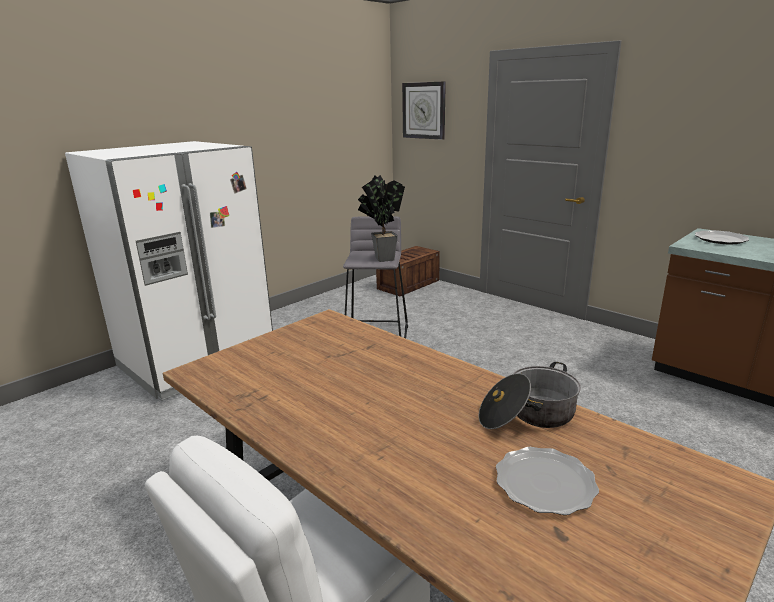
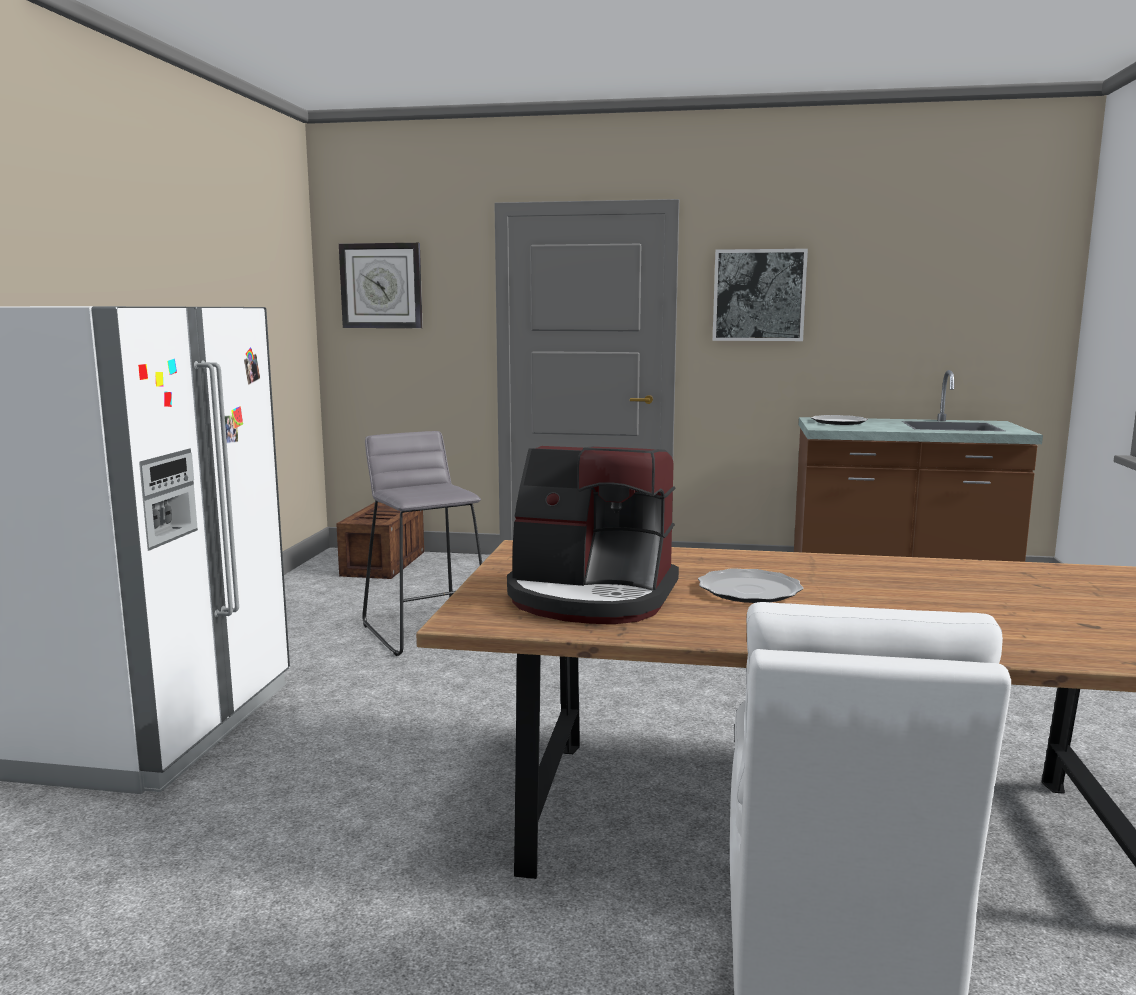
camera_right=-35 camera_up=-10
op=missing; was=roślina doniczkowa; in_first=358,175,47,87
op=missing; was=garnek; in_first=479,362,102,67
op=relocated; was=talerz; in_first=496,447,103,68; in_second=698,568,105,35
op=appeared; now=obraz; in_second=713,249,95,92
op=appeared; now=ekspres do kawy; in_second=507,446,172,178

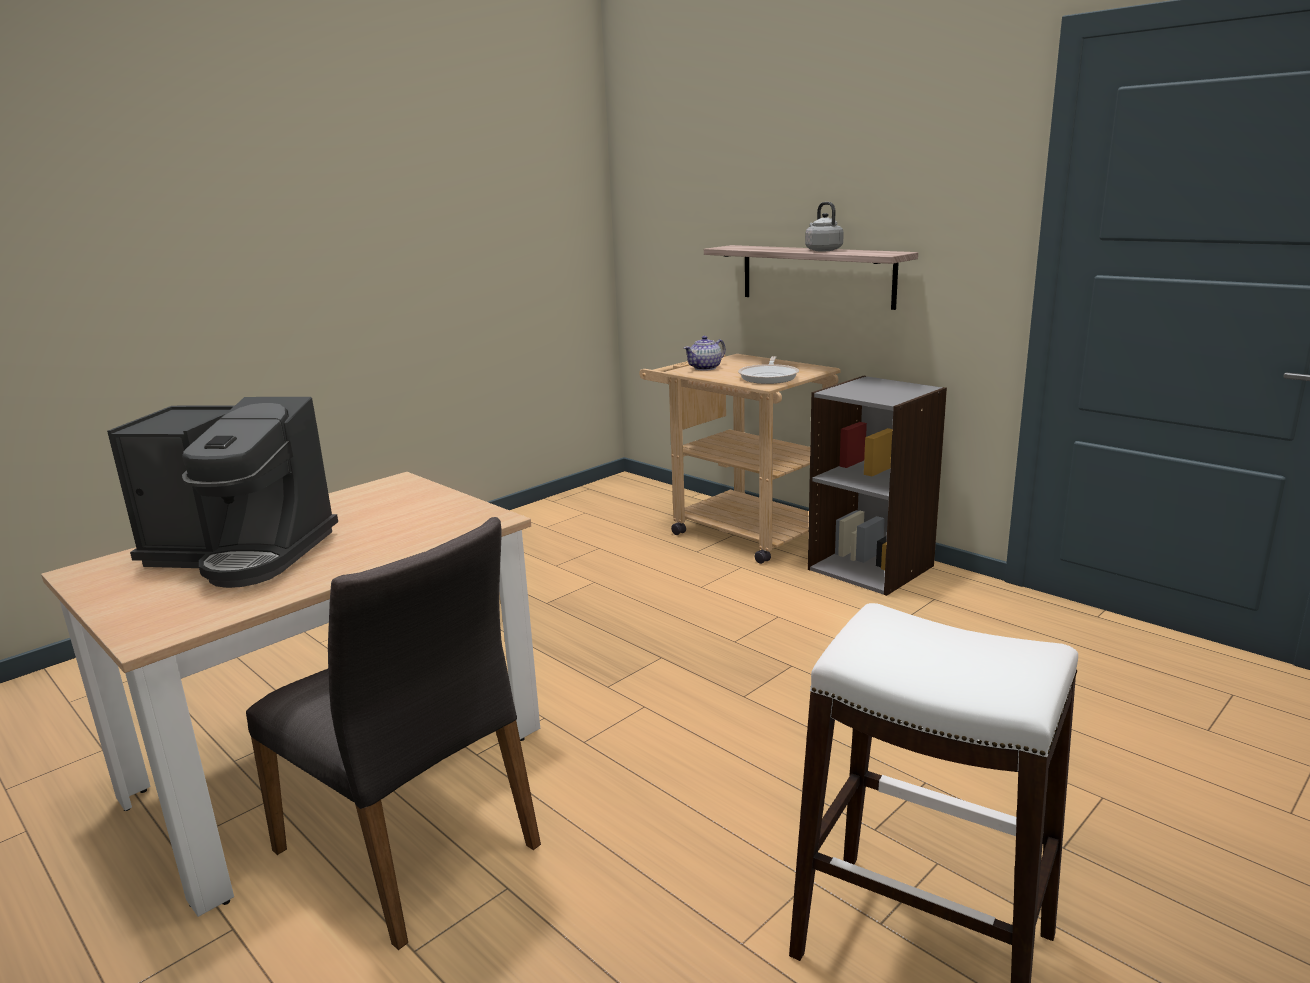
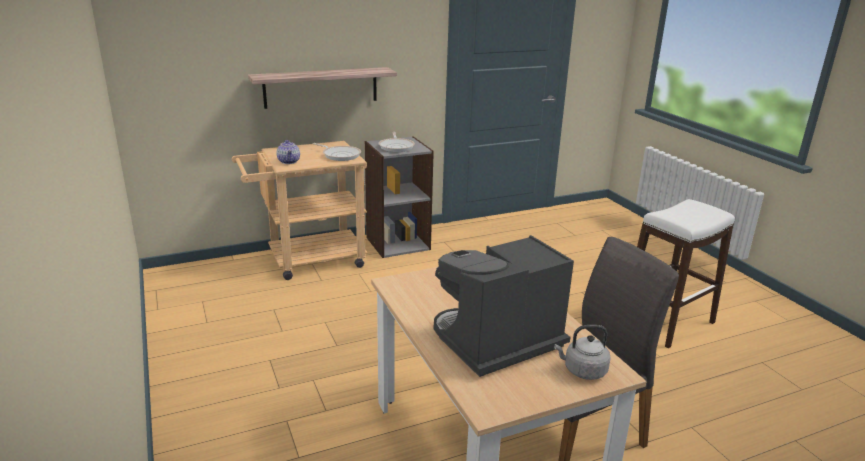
camera_right=-70 camera_up=5
op=relocated; was=czajnik (szary); in_first=805,202,39,49; in_second=554,325,57,55
op=spun; was=ekspres do kawy; in_first=107,397,231,191; in_second=434,235,140,142; clockwise=-150
op=appeared; now=patelnia; in_second=379,132,36,20

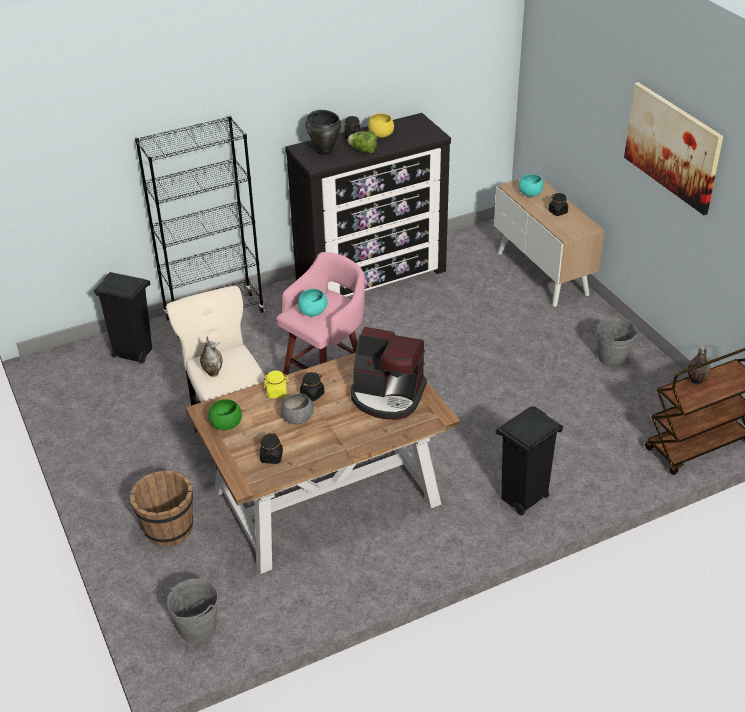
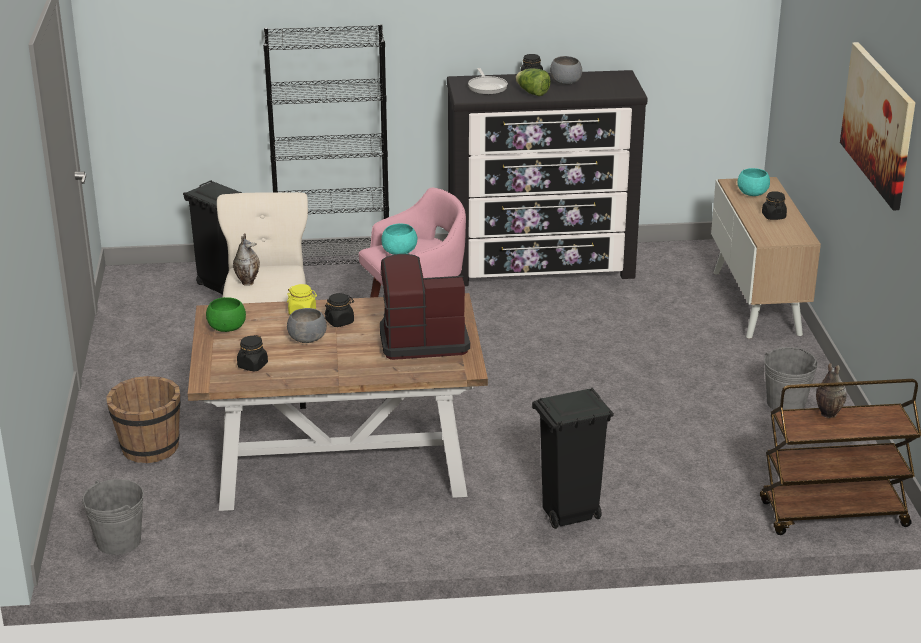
camera_right=20 camera_up=-10
op=exchanged; was=garnek (czarny); now=patelnia; in_first=306,110,35,45; in_second=468,68,40,27
op=colour; was=miska (żółty); now=miska (szary); in_first=368,113,26,25; in_second=550,56,32,29
op=spun; was=ekspres do kawy; in_first=351,327,76,93; in_second=380,254,90,106; clockwise=135

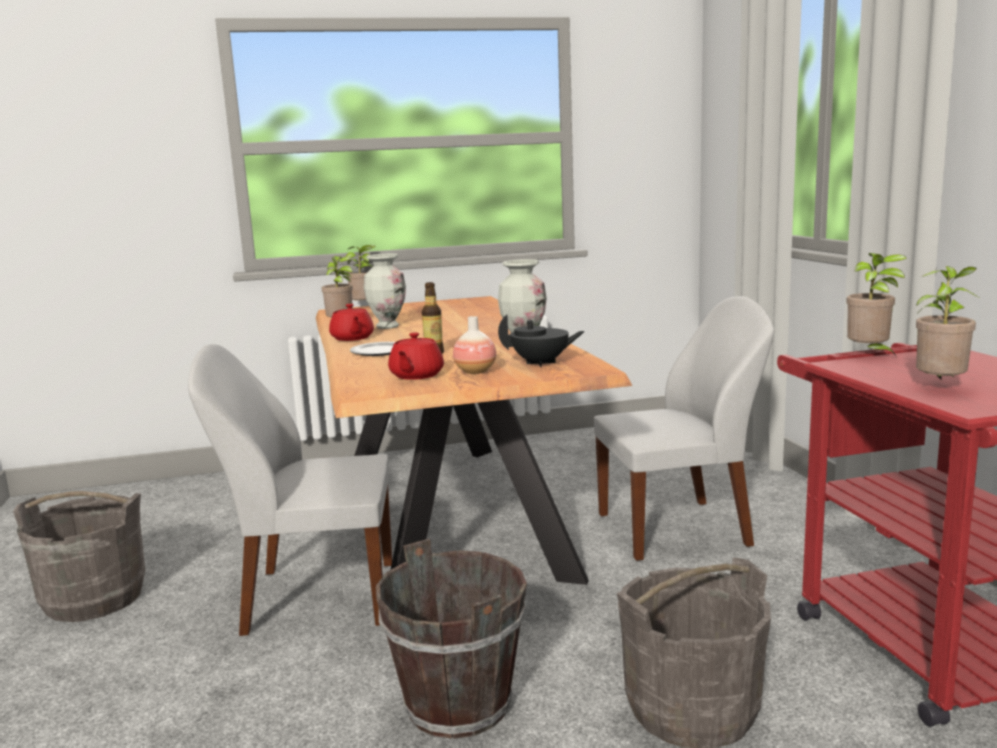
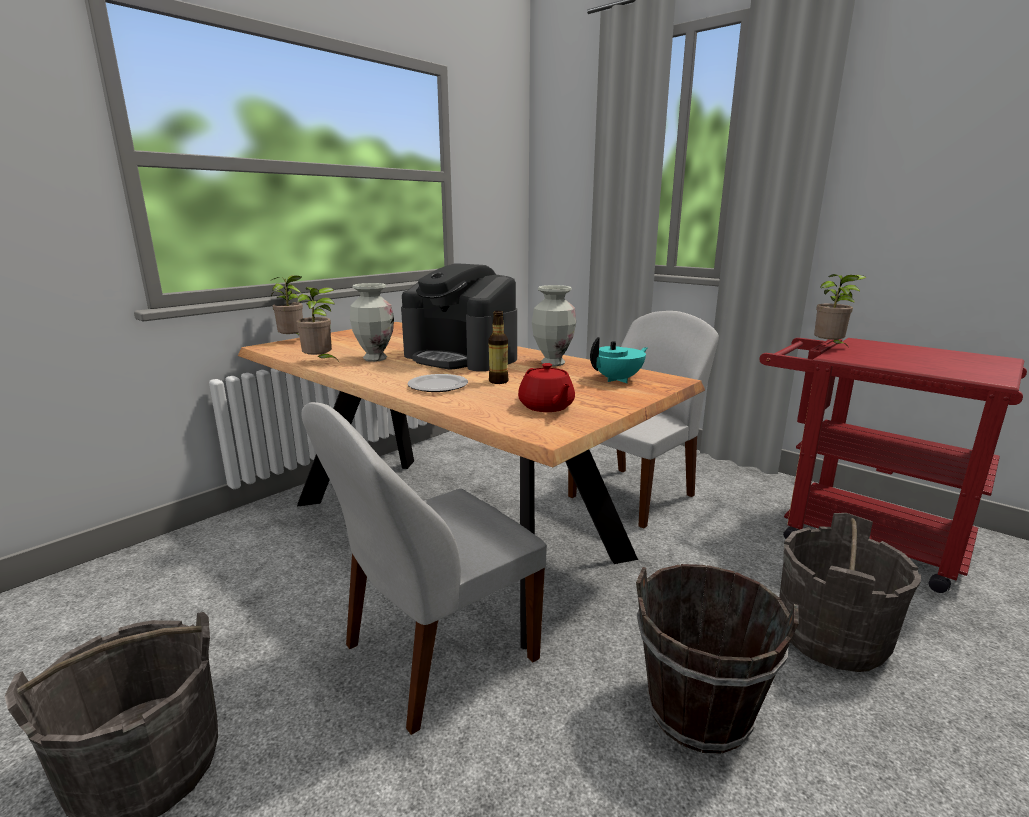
camera_right=-35 camera_up=5
op=missing; was=roślina doniczkowa; in_first=916,266,65,114
op=missing; was=imbryk (czerwony); in_first=329,304,45,37
op=colour; was=imbryk (czarny); now=imbryk (turkusowy); in_first=498,315,87,52; in_second=590,337,57,46
op=missing; was=wazon; in_first=453,316,43,58
op=appeared; now=ekspres do kawy; in_second=401,263,116,108

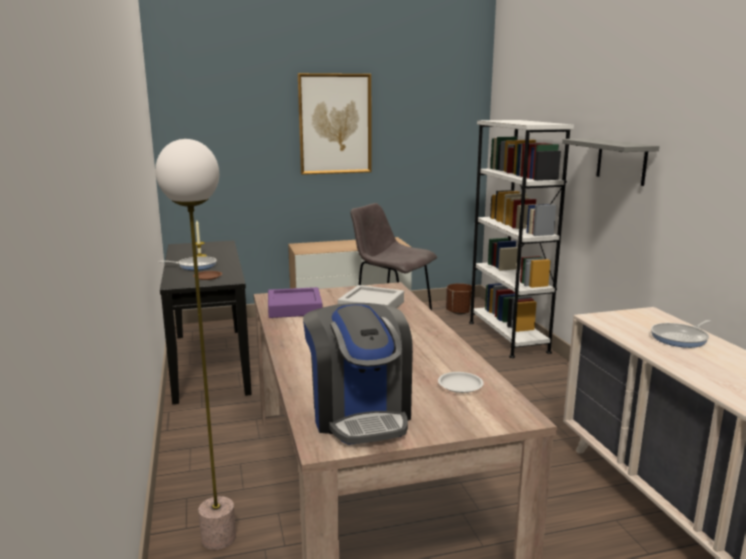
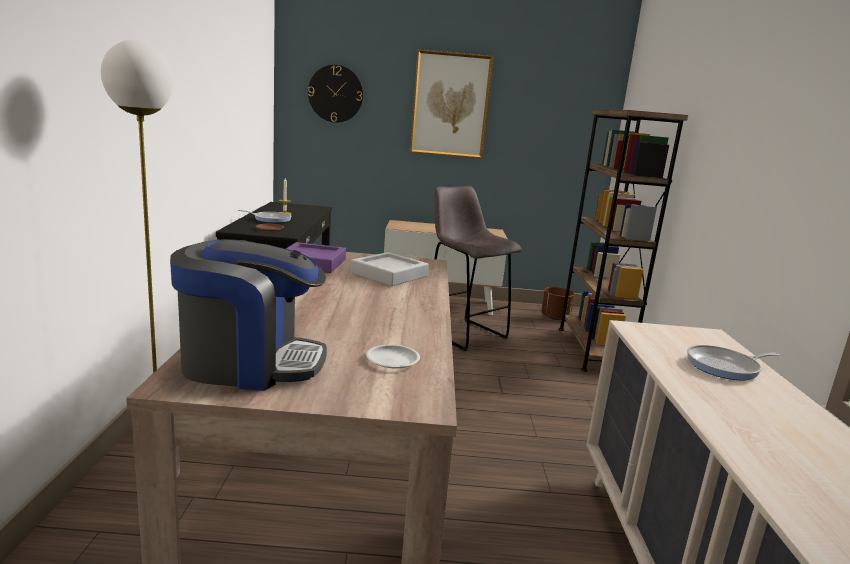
camera_right=15 camera_up=0
op=colour; was=regał (biały); now=regał (brązowy); in_first=469,120,105,238; in_second=559,110,129,262
op=missing; was=półka (szary); in_first=562,138,98,48
op=spun; was=ekspres do kawy; in_first=303,303,110,142; in_second=170,239,157,152; clockwise=-90
op=appeared; now=zegar ścienny; in_second=308,65,55,58

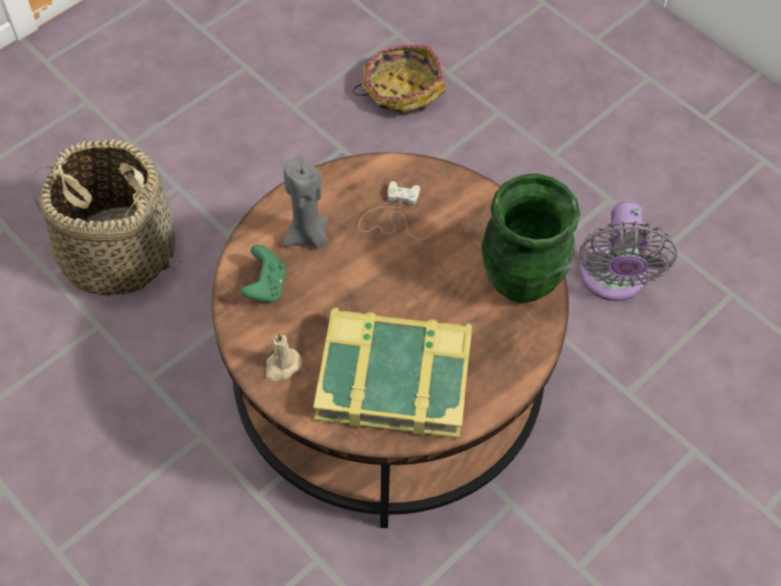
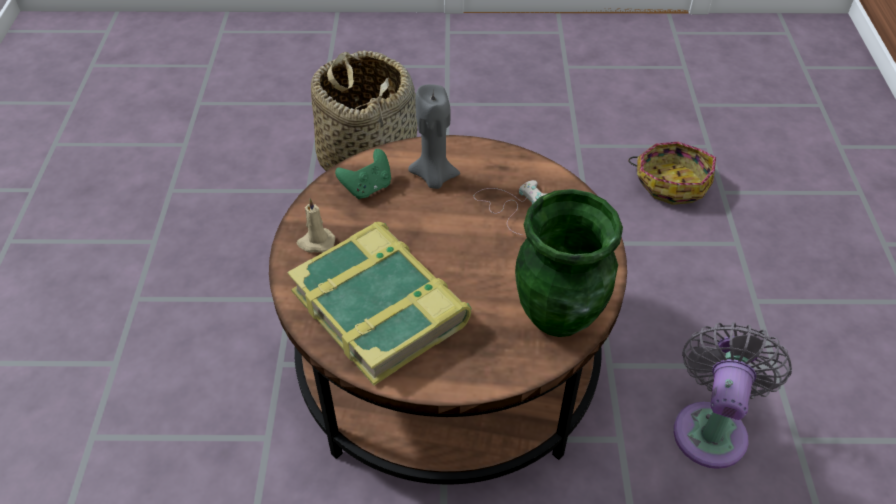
camera_right=45 camera_up=-10
op=spun; was=wentylator (szary); in_first=579,201,98,100; in_second=673,322,119,147; clockwise=150

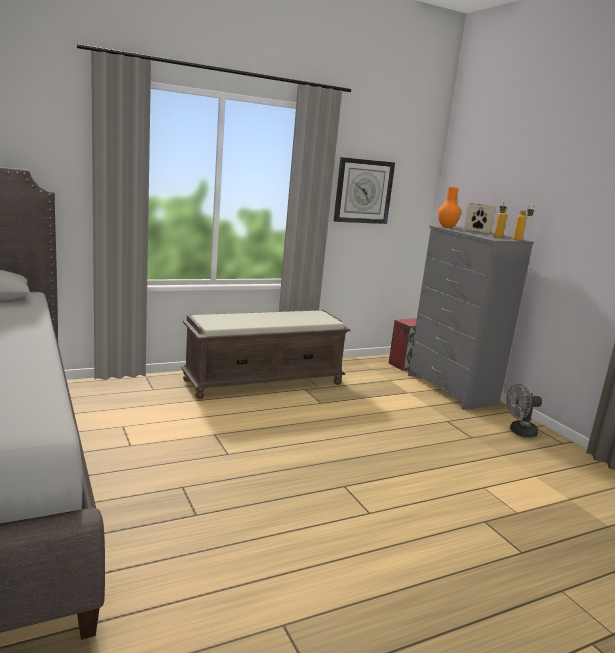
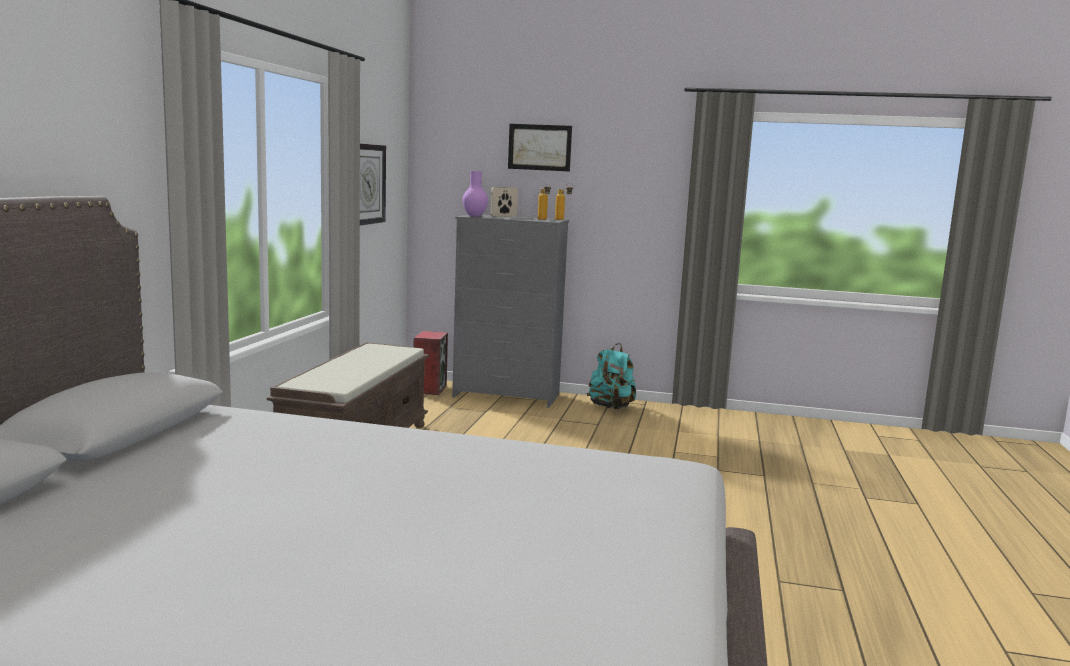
camera_right=-50 camera_up=-5
op=colour; was=wazon (pomarańczowy); now=wazon (fioletowy); in_first=438,187,23,41; in_second=463,171,25,46
op=exchanged; was=wentylator (szary); now=plecak (turkusowy); in_first=507,384,35,53; in_second=587,343,49,66
op=appeared; now=obraz; in_second=508,124,64,48

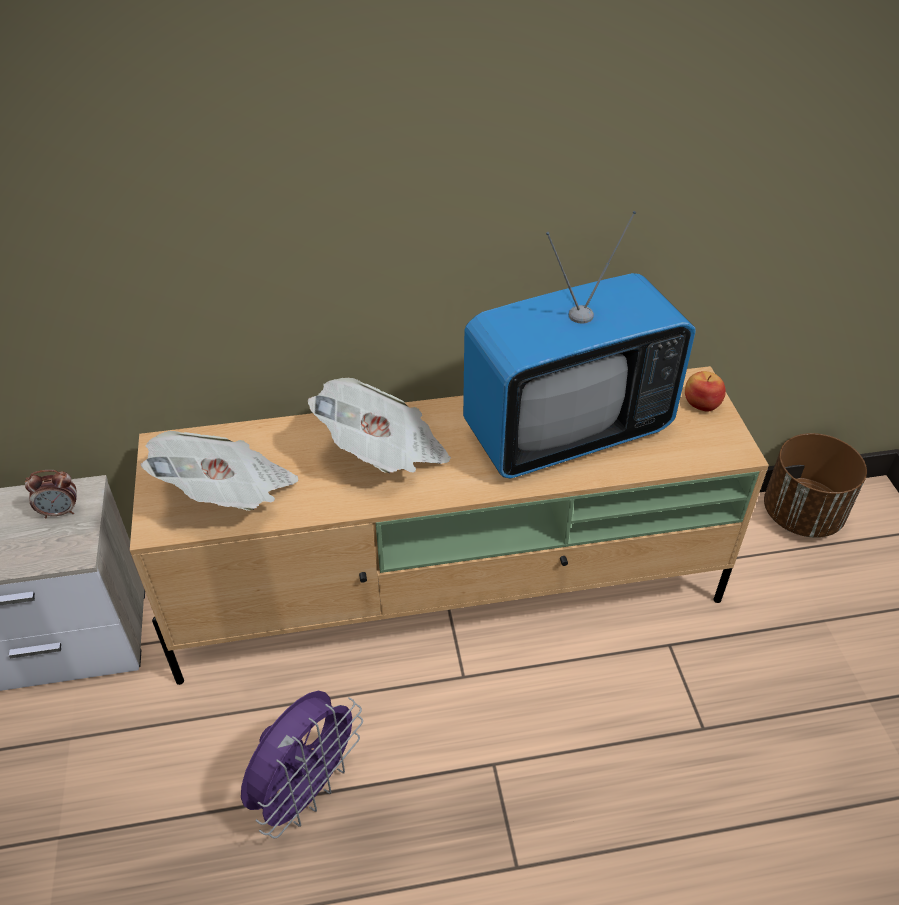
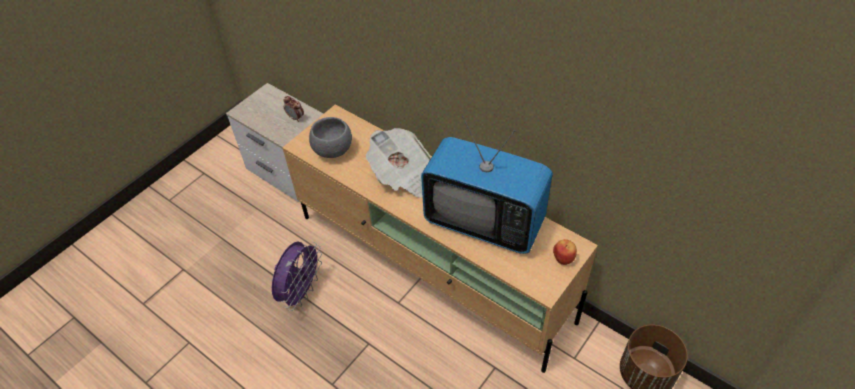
camera_right=50 camera_up=5
op=exchanged; was=gazeta; now=miska (szary); in_first=140,431,159,80; in_second=309,117,43,41
op=spun; was=wentylator (fioletowy); in_first=241,691,122,148; in_second=272,242,50,69; clockwise=-60

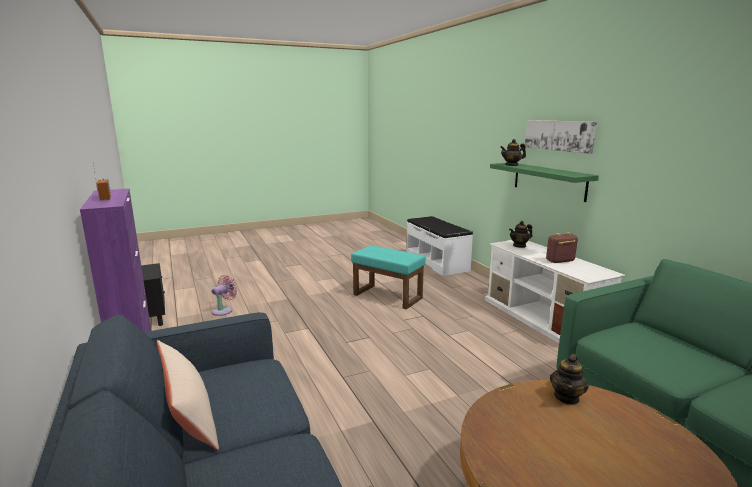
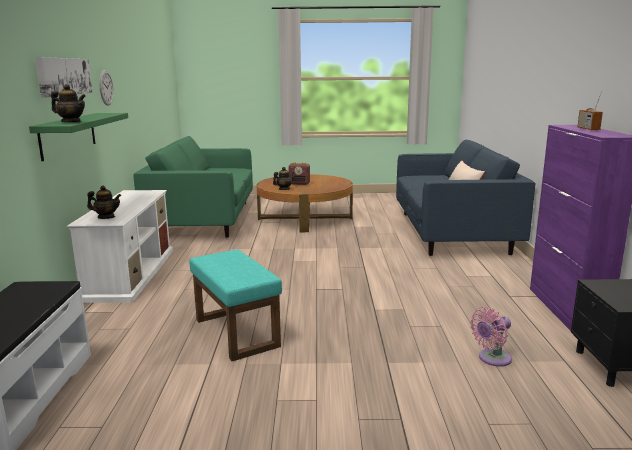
camera_right=-155 camera_up=0
op=relocated; was=radio; in_first=546,232,32,31; in_second=288,162,22,23
op=appeared; now=zegar ścienny; in_second=99,70,15,36

